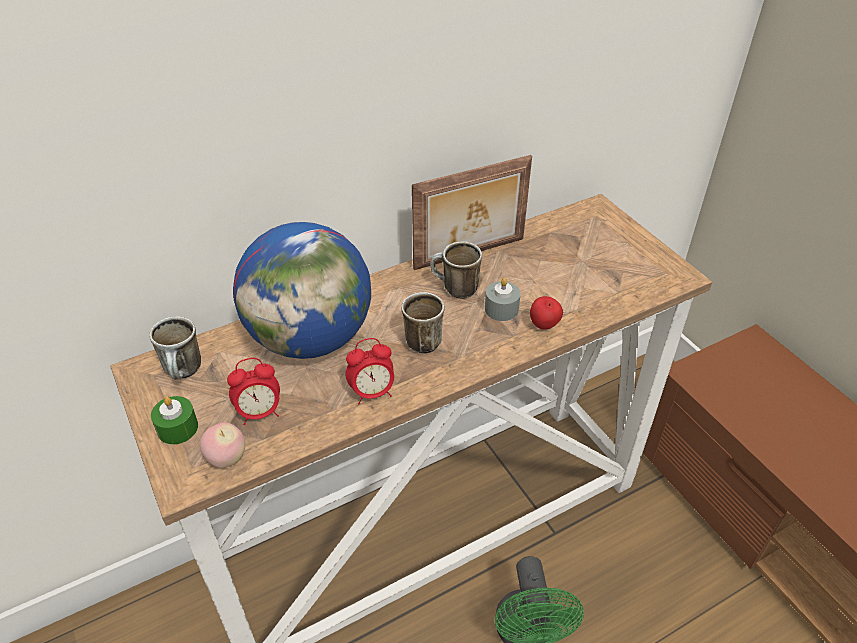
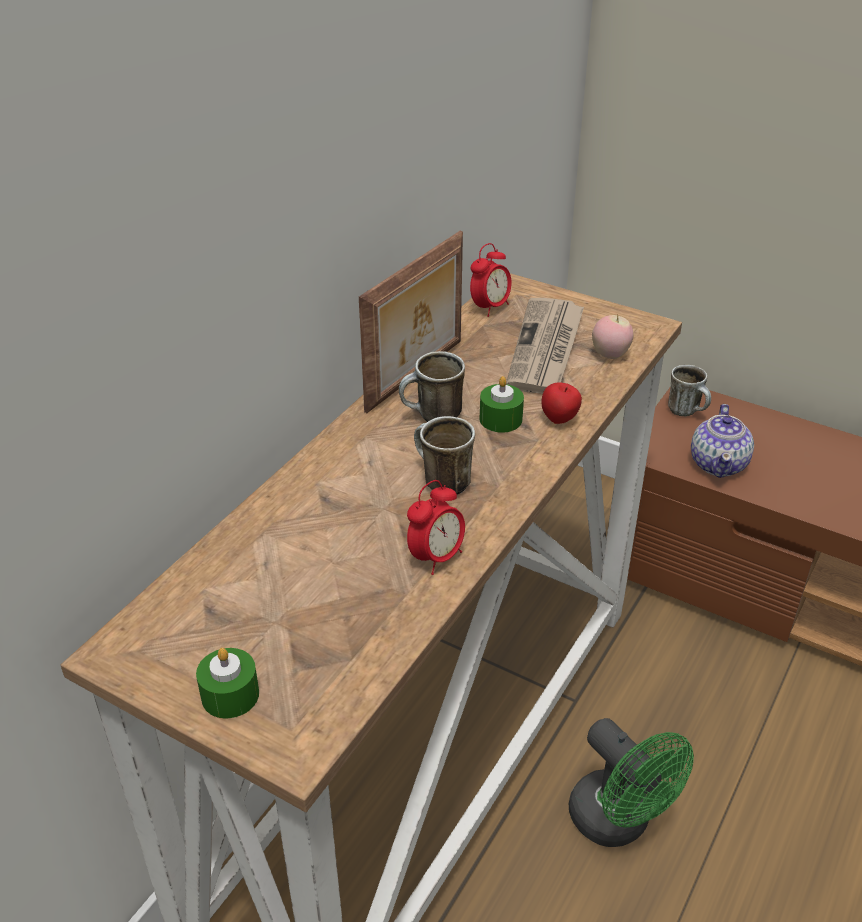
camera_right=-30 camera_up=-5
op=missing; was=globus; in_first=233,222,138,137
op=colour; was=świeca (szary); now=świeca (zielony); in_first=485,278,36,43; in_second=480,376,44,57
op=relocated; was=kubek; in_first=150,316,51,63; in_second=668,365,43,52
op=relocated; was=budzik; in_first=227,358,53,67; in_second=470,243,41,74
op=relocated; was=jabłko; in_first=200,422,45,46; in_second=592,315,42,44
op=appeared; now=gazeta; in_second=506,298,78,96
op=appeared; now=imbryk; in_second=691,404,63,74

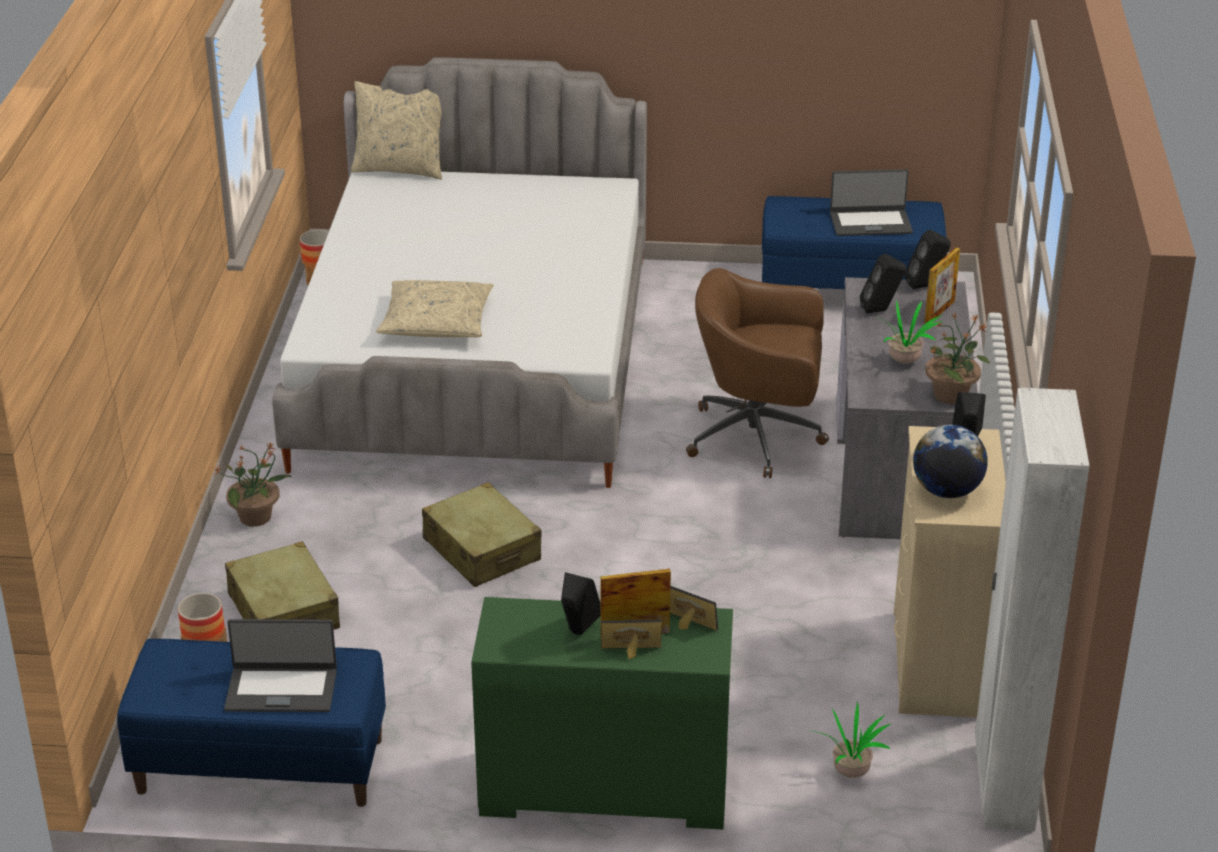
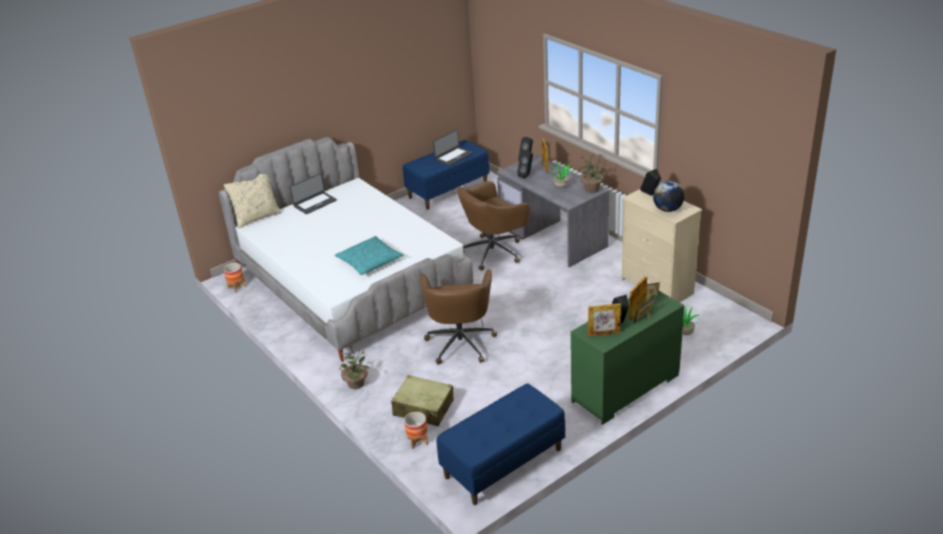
camera_right=-40 camera_up=0
op=colour; was=poduszka (beżowy); now=poduszka (turkusowy); in_first=376,280,118,58; in_second=335,236,69,39
op=missing; was=szafa (biały); in_first=975,388,115,443
op=exchanged; was=walizka (beżowy); now=krzesło biurowe (brązowy); in_first=422,482,120,105; in_second=420,269,77,96
op=relocated; was=laptop; in_first=224,619,113,93; in_second=290,173,47,41
op=appeared; now=ramka na zdjęcie; in_second=588,303,33,33

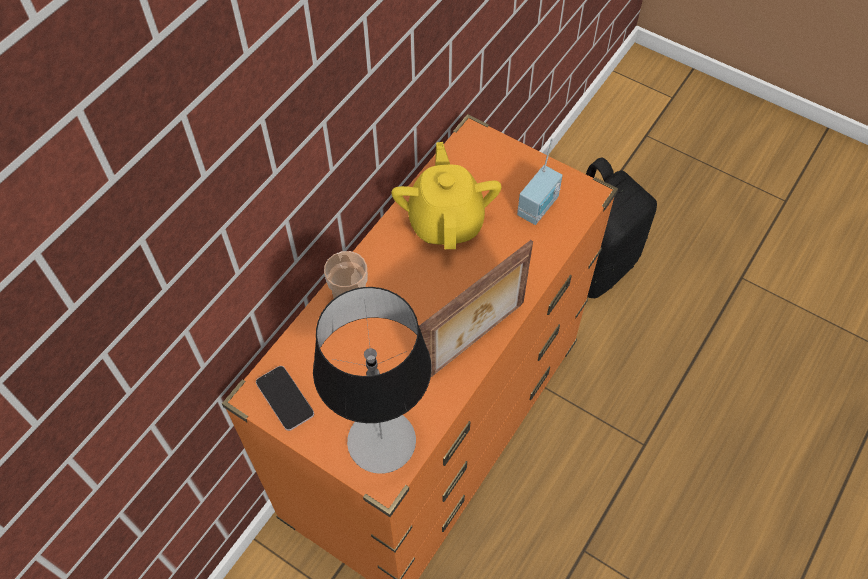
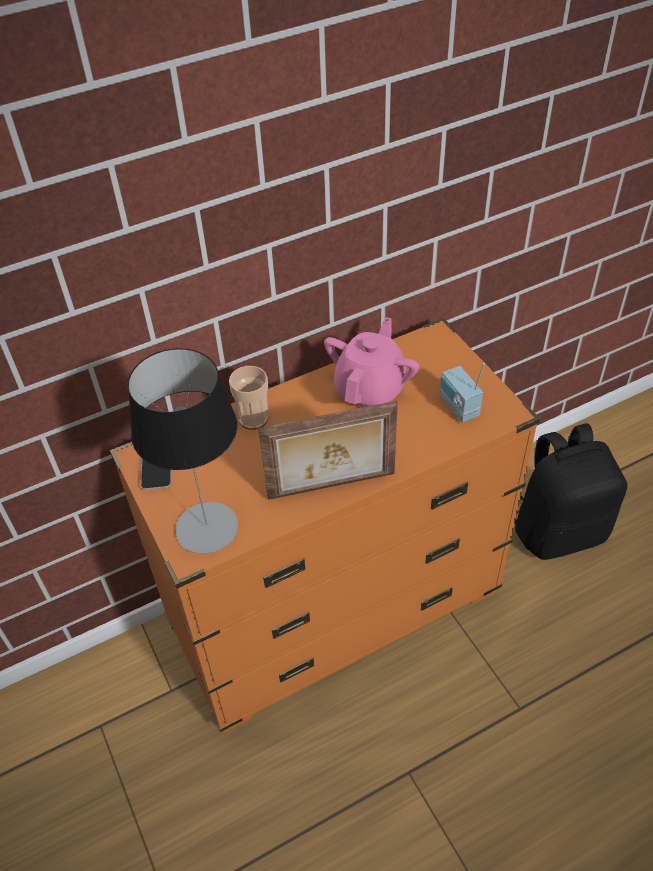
camera_right=30 camera_up=-10
op=spun; was=radio; in_first=517,138,46,87; in_second=440,363,45,60; clockwise=90
op=colour; was=imbryk (żółty); now=imbryk (różowy); in_first=391,142,111,107; in_second=324,317,95,90

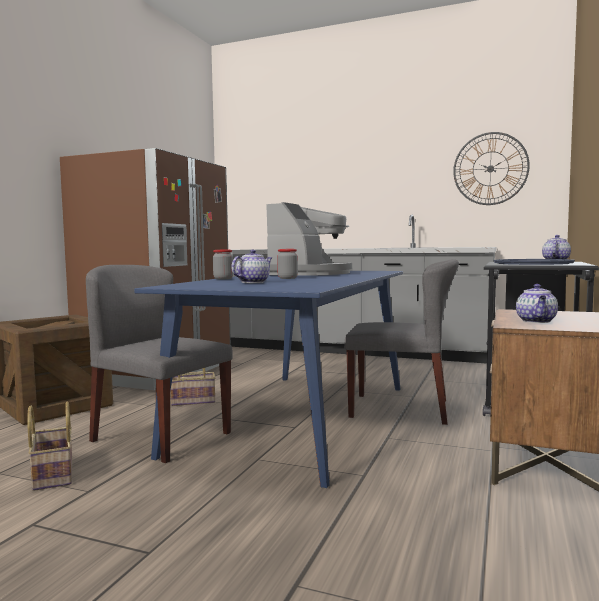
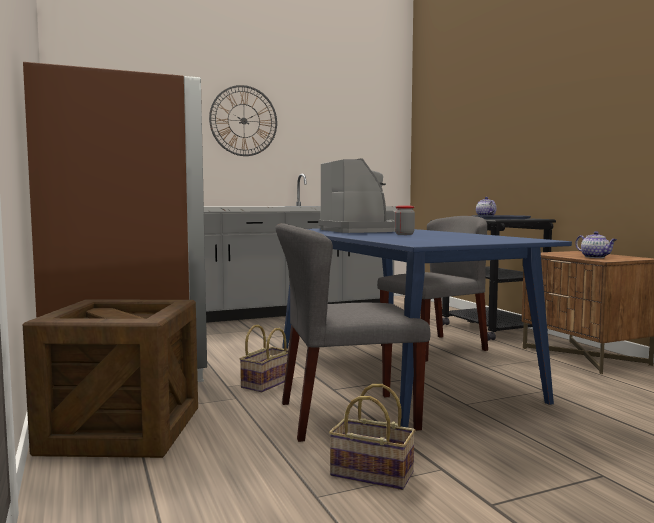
camera_right=-45 camera_up=0
op=relocated; was=zegar ścienny; in_first=453,132,77,73; in_second=209,85,68,71
op=missing; was=słoik; in_first=213,249,20,30
op=missing; was=imbryk; in_first=231,250,41,33

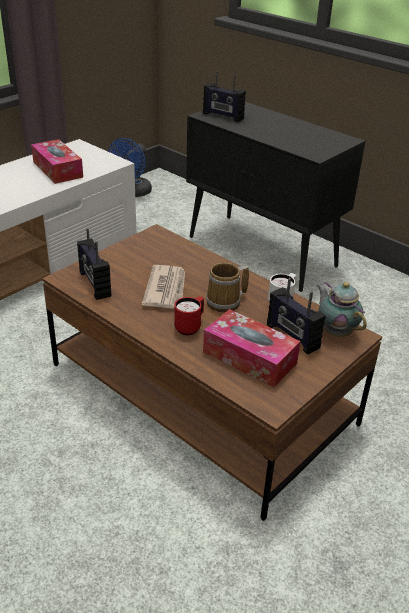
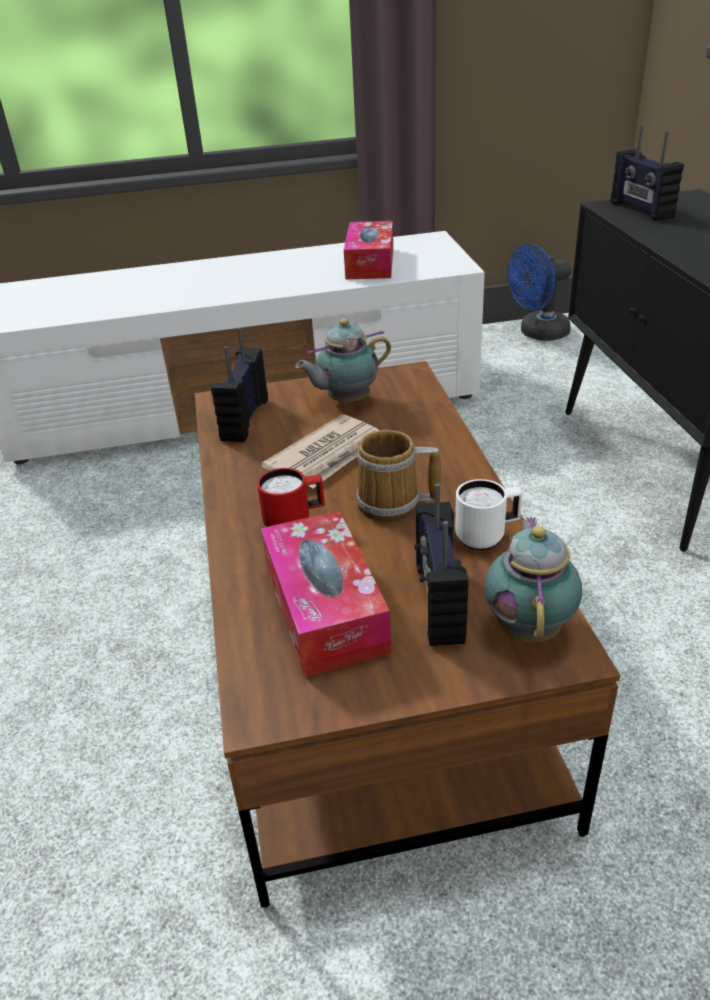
camera_right=40 camera_up=0
op=appeared; now=imbryk; in_second=295,319,96,84

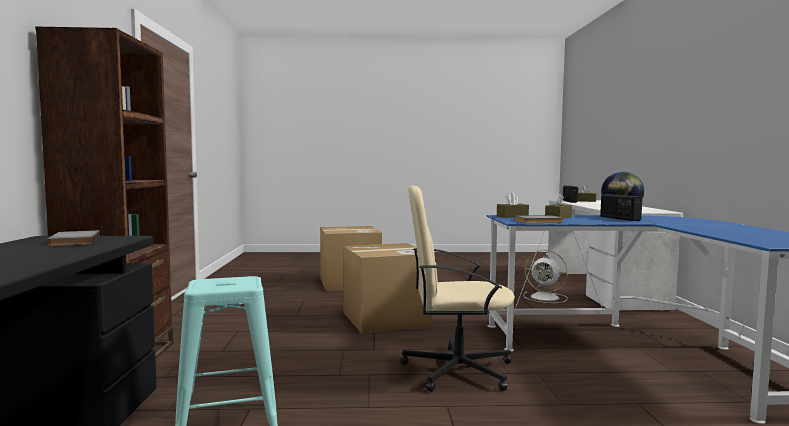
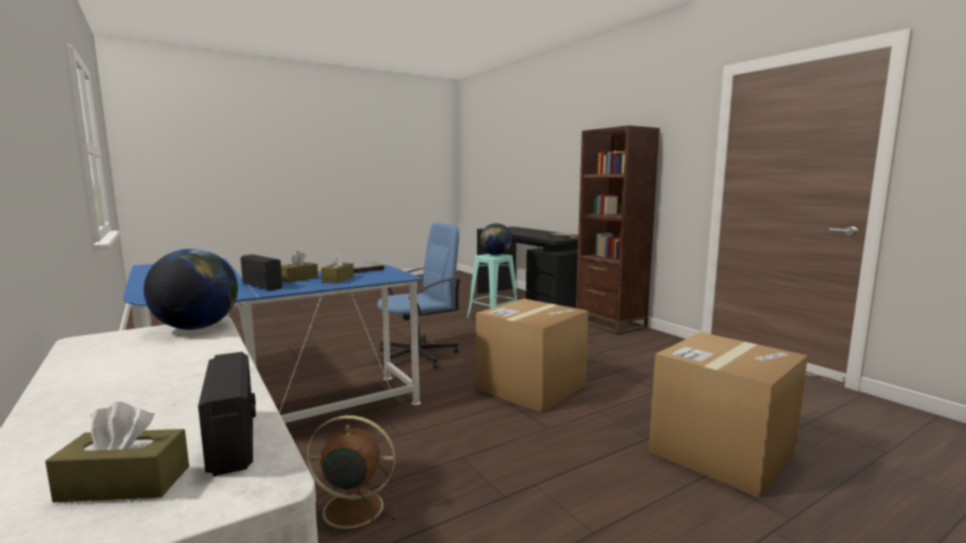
camera_right=150 camera_up=5
op=colour; was=krzesło biurowe (beżowy); now=krzesło biurowe (niebieski); in_first=401,185,114,207; in_second=377,222,84,147
op=relocated; was=pudełko chusteczek (brązowy); in_first=497,193,32,25; in_second=281,251,37,32
op=colour; was=wentylator (biały); now=wentylator (brązowy); in_first=523,250,45,53; in_second=306,415,91,124
op=appeared; now=globus; in_second=480,223,32,32

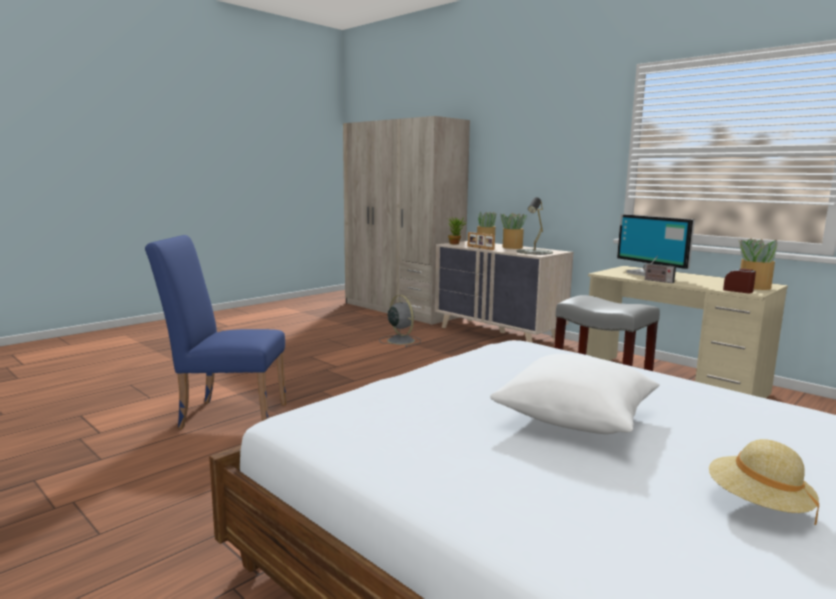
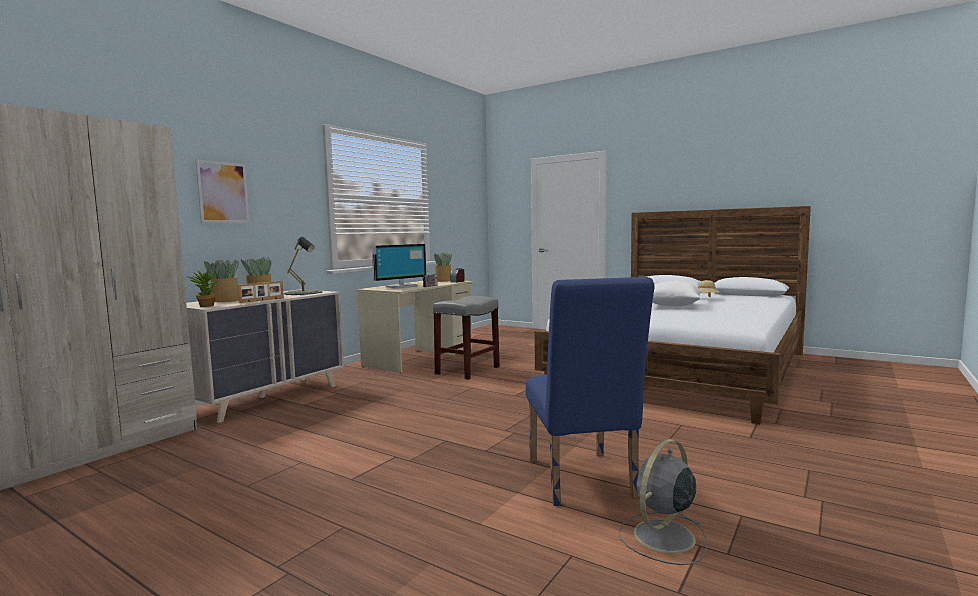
camera_right=-100 camera_up=-5
op=relocated; was=wentylator (szary); in_first=379,295,42,52; in_second=619,439,88,126
op=appeared; now=obraz; in_second=195,159,55,64

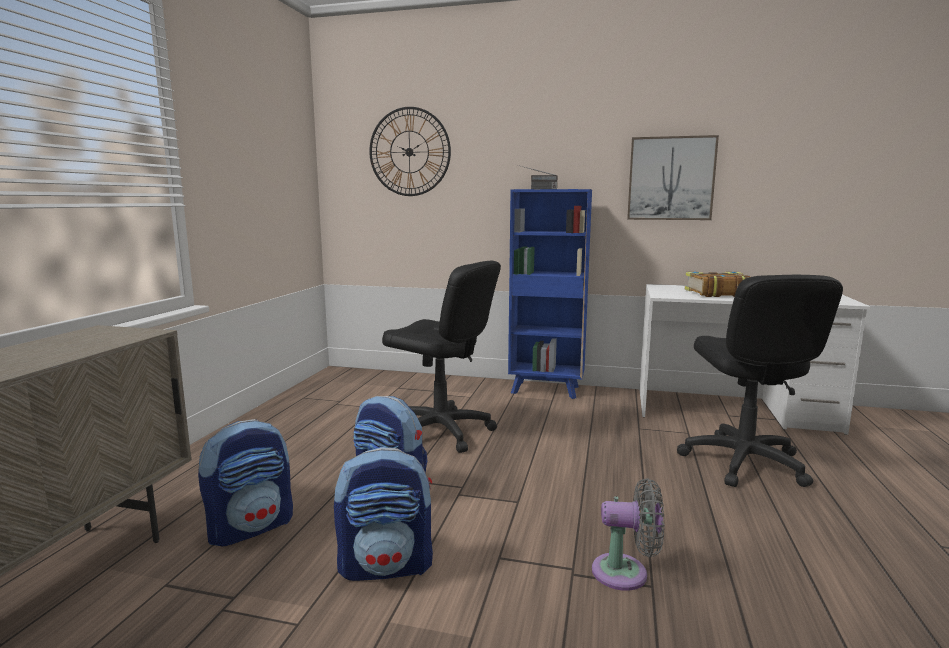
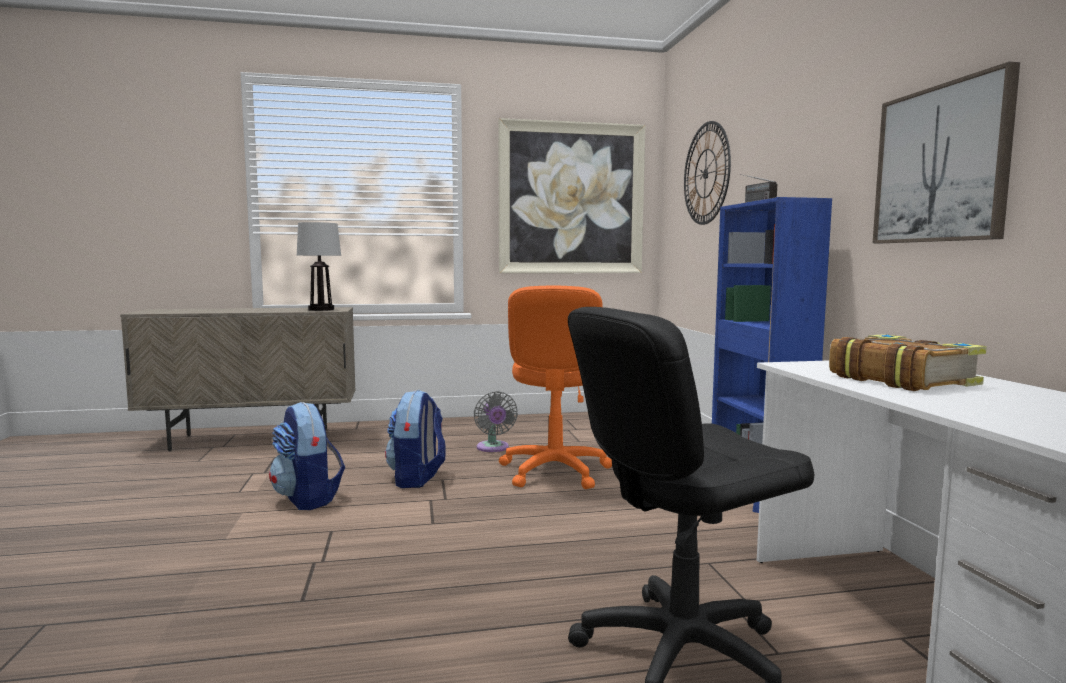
camera_right=65 camera_up=-5
op=colour; was=krzesło biurowe (czarny); now=krzesło biurowe (pomarańczowy); in_first=382,261,119,192; in_second=499,286,113,203
op=missing; was=plecak; in_first=198,419,95,127
op=relocated; was=wentylator (szary); in_first=592,478,72,113; in_second=474,391,44,61
op=appeared; now=obraz; in_second=498,118,147,155
op=appeared; now=lampa stołowa; in_second=297,222,44,89

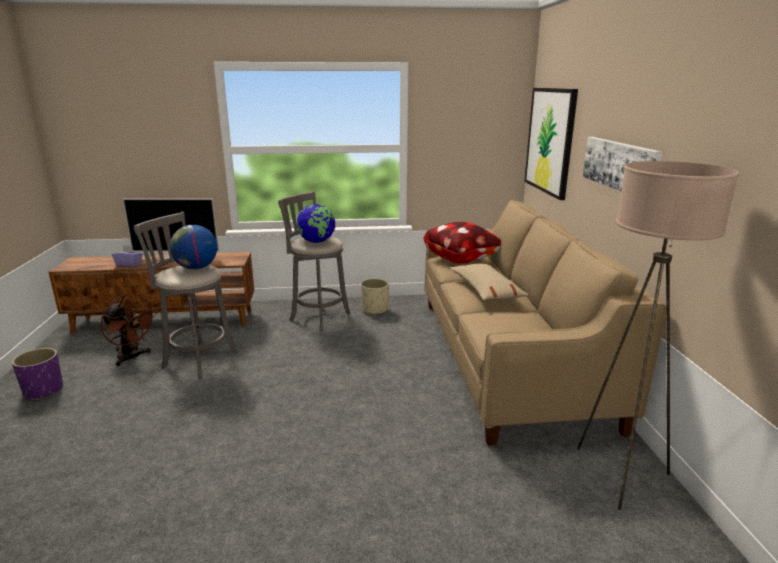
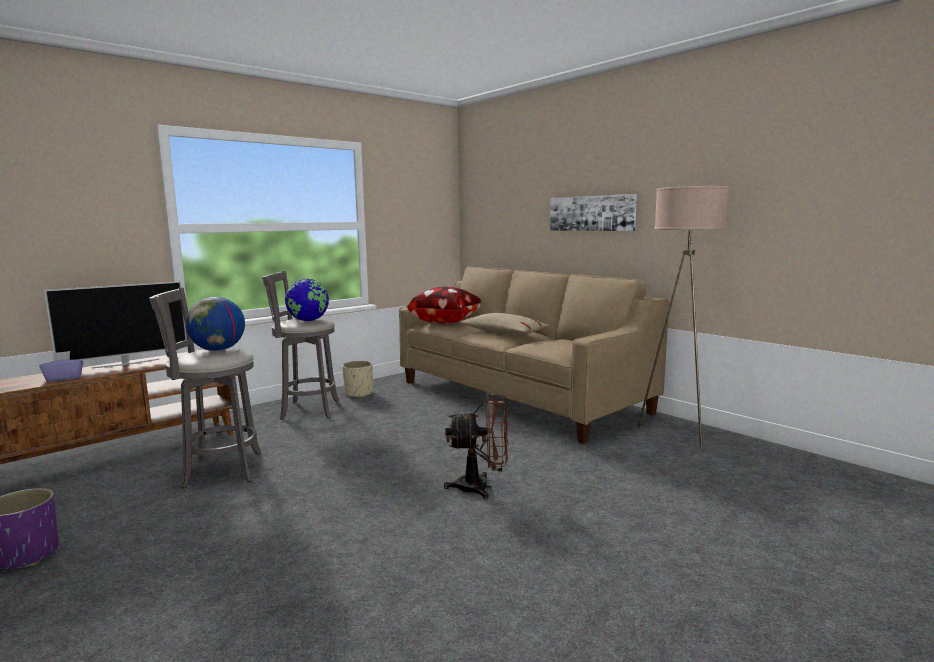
camera_right=-35 camera_up=-10
op=missing; was=obraz; in_first=524,88,54,112
op=relocated; was=wentylator (brązowy); in_first=101,294,57,72; in_second=444,394,64,105

